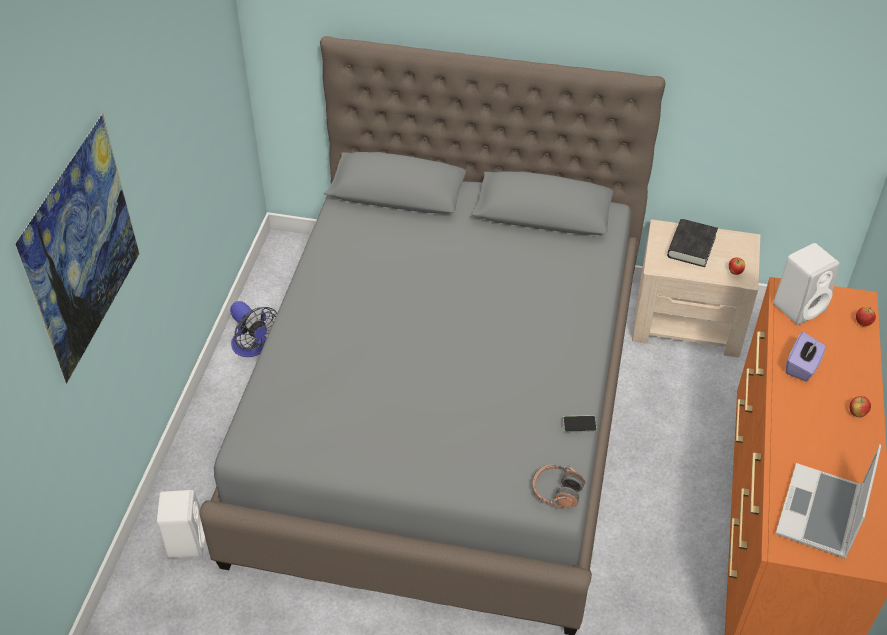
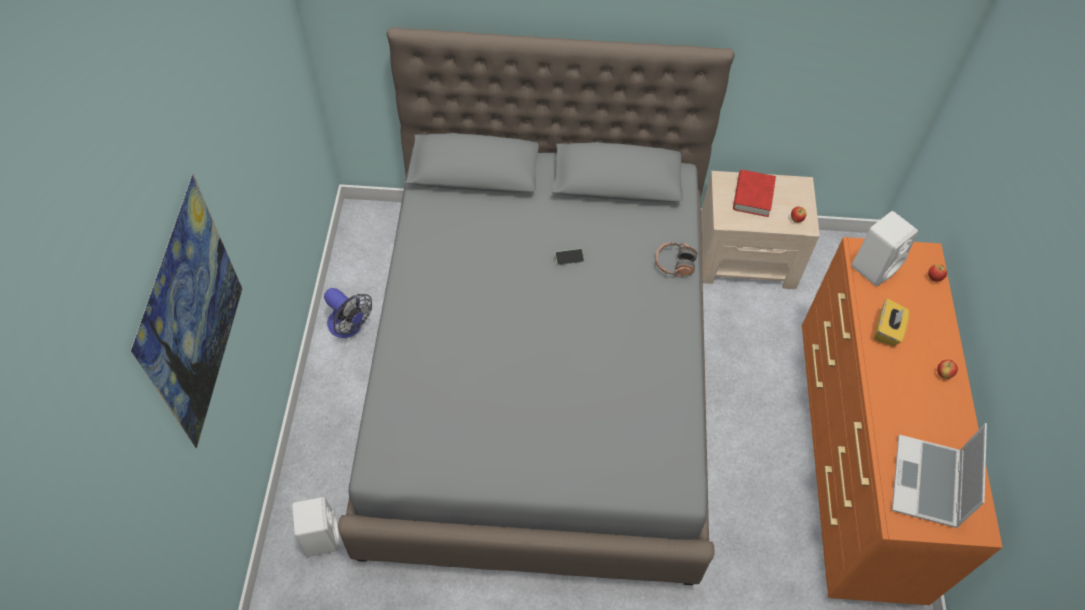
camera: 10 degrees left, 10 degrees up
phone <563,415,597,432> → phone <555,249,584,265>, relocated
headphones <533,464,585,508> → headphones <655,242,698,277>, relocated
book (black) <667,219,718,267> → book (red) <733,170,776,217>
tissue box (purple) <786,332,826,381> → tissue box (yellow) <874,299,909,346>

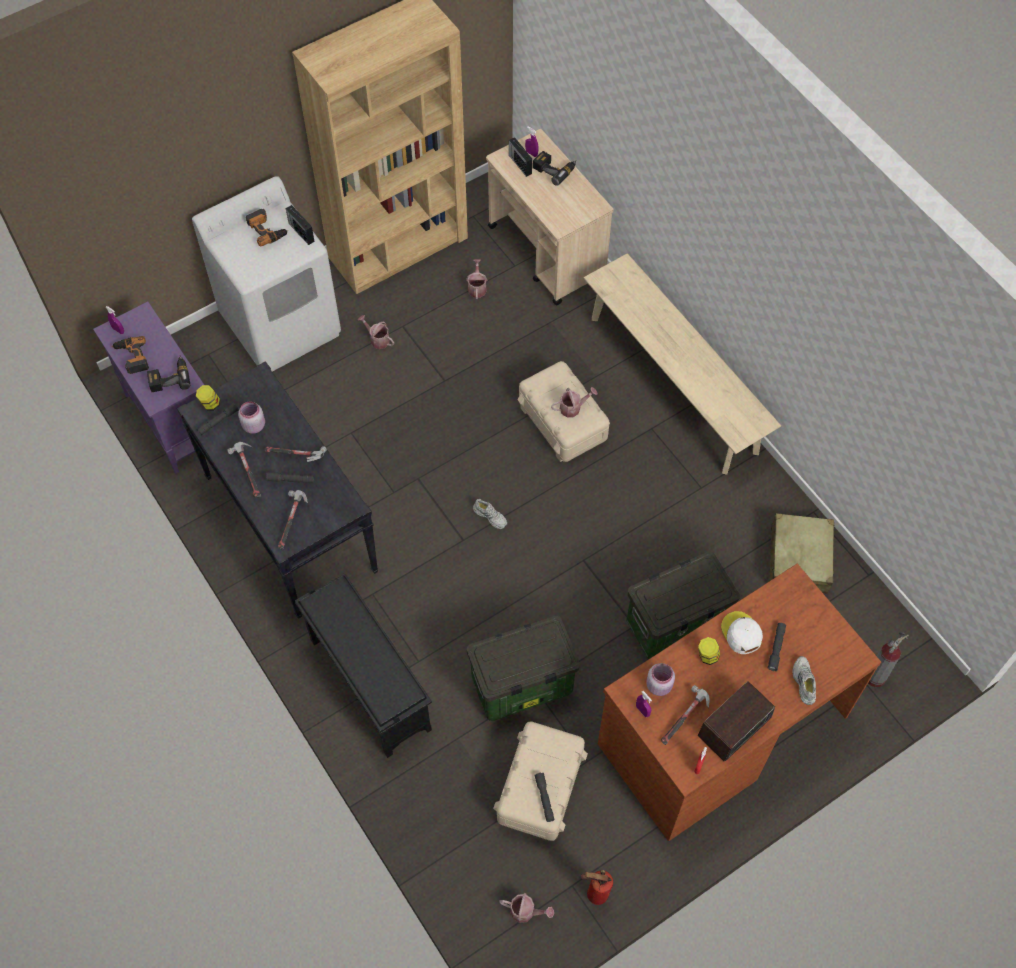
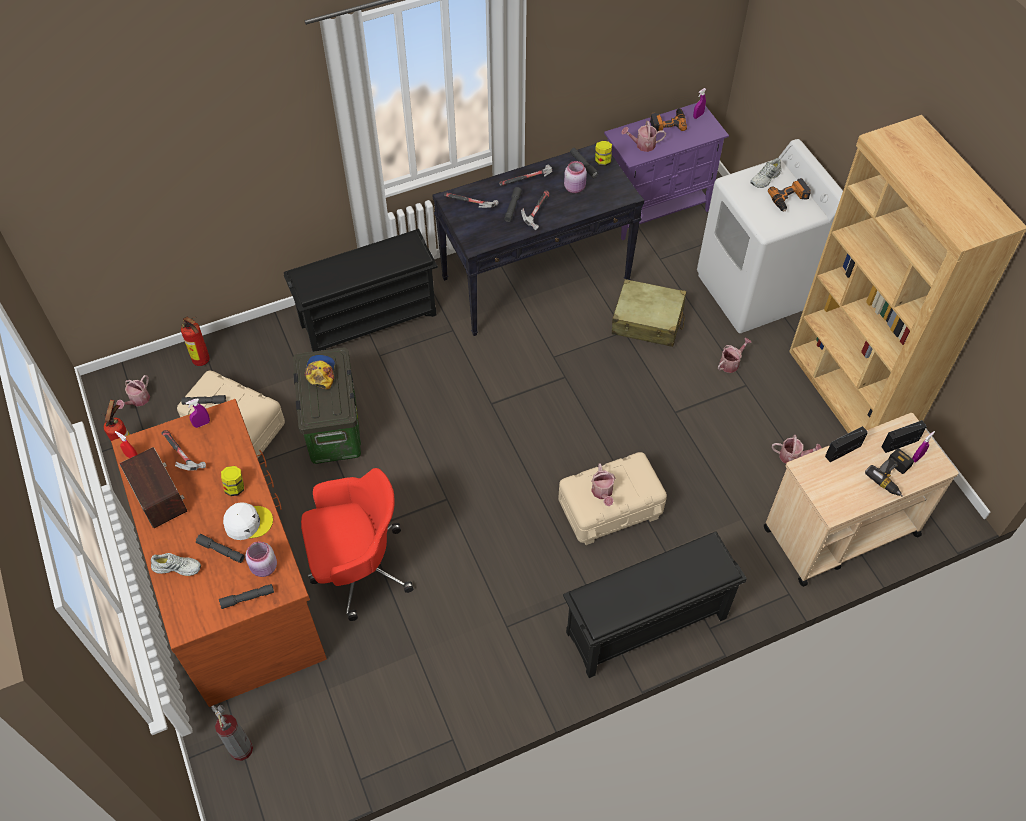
camera: 100 degrees right, 5 degrees down
- → fire extinguisher <181,317,210,366>
- → flashlight (grey) <219,584,274,609>
jar (pink) <646,663,675,696> → jar (pink) <245,541,277,577>, relocated
storage box <627,551,740,659> → office chair (red) <301,468,413,621>
- → cap <305,355,335,389>
bench (beige) <584,253,781,475> → shoe rack (black) <563,531,747,678>
suitcase (beige) <770,513,835,594> → suitcase (beige) <612,279,686,347>, relocated
power drill <147,355,190,392> → watering can <621,121,666,152>
shoe (white) <473,499,507,529> → shoe (white) <750,158,782,188>, relocated
radio <286,205,315,245> → radio <825,426,868,462>, relocated

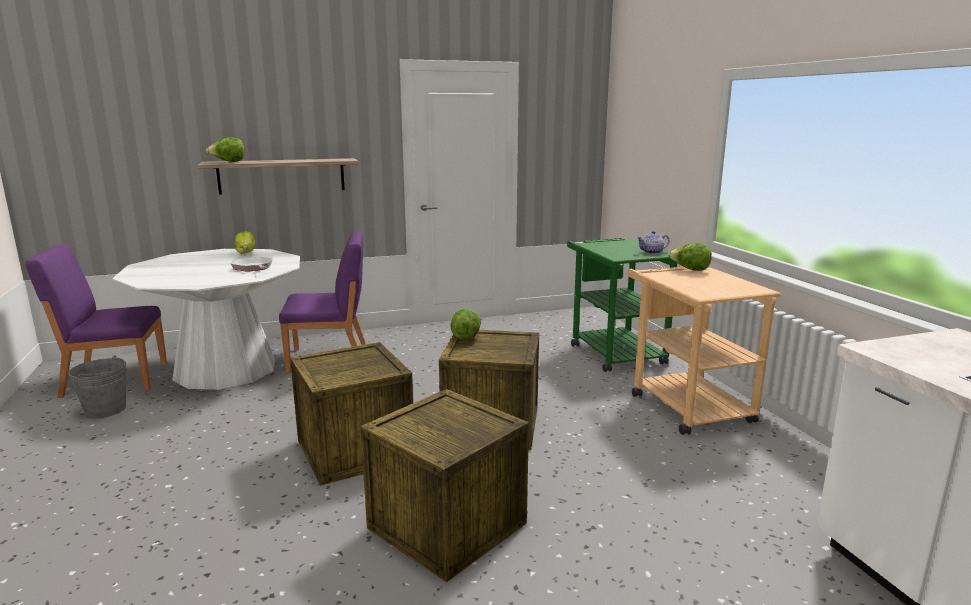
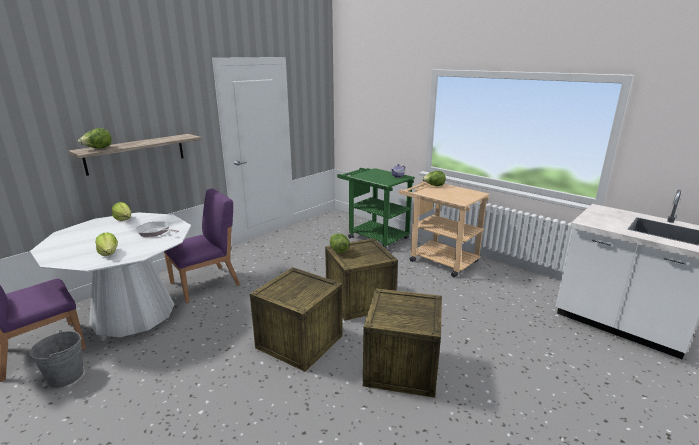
camera: 30 degrees left, 5 degrees up
- → lettuce <96,233,118,256>

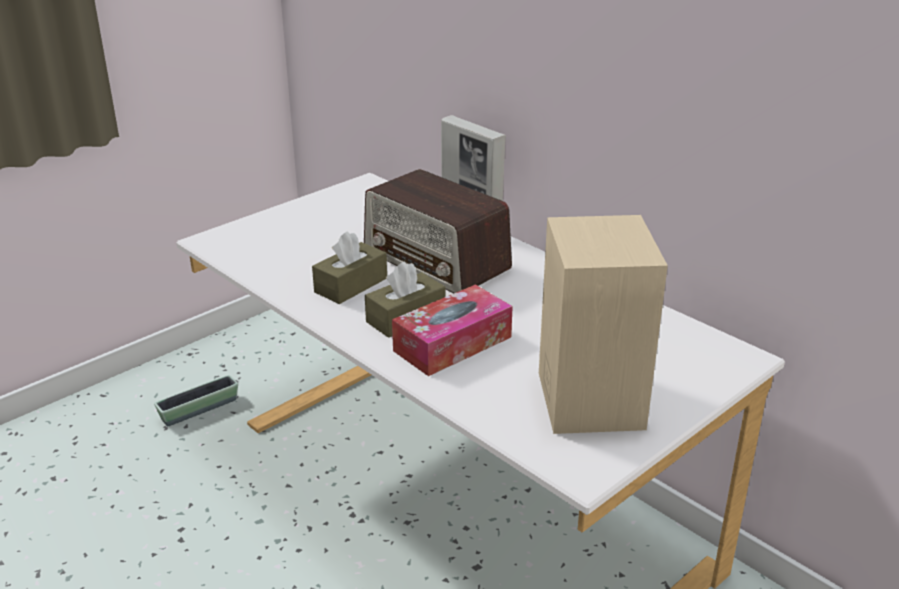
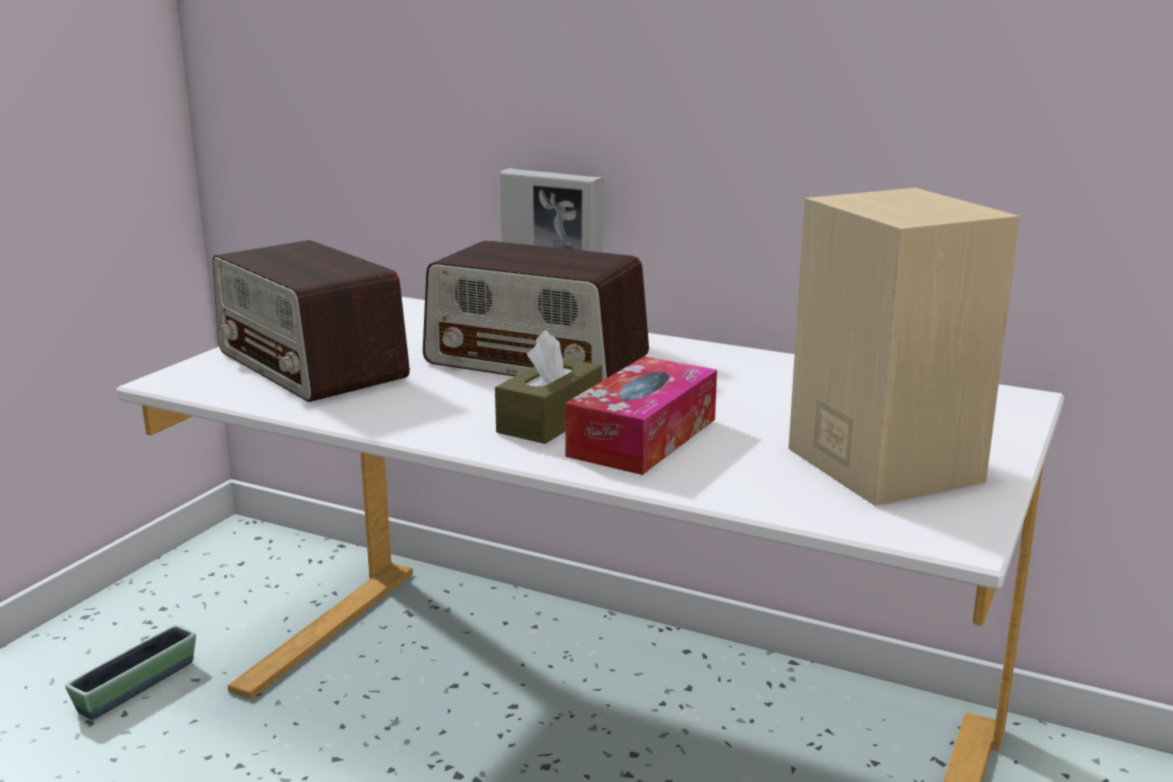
camera: 20 degrees left, 10 degrees down
- → radio <213,240,410,402>
tissue box (brown) <312,231,387,304> → -

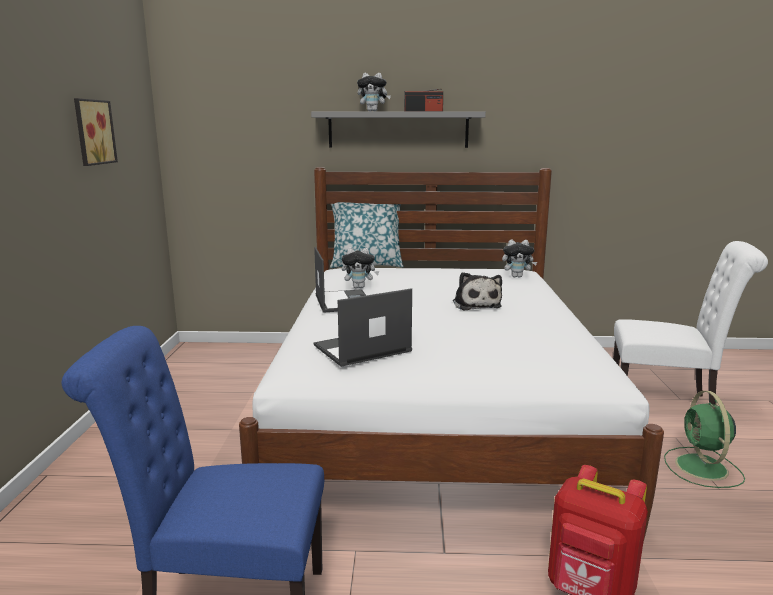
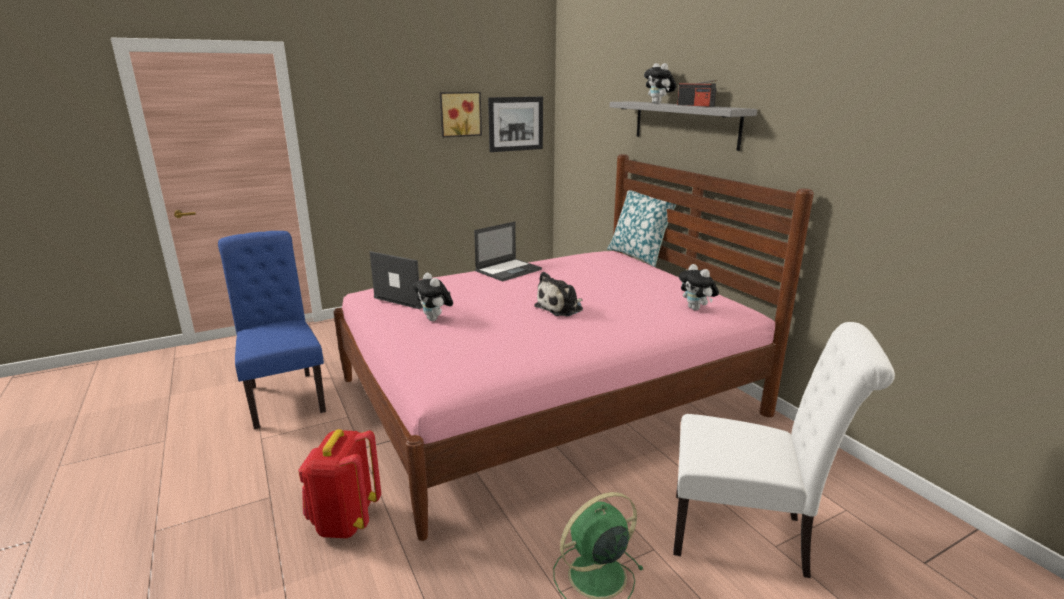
camera: 60 degrees right, 5 degrees up
bed (white) <239,167,664,542> → bed (pink) <334,154,814,541>
plush toy <342,247,379,288> → plush toy <413,273,453,321>, relocated
- → picture <488,97,543,152>
chair (white) <613,241,768,405> → chair (white) <673,322,895,578>, 60 degrees counterclockwise

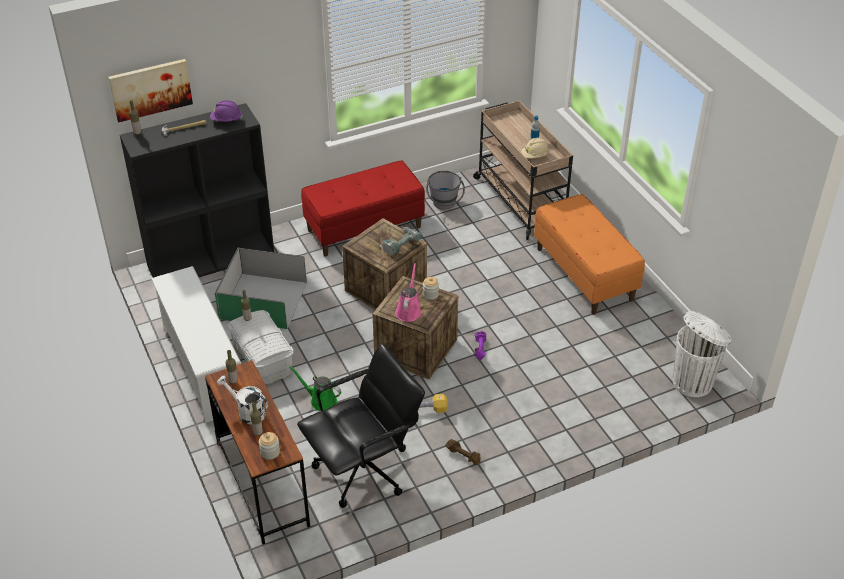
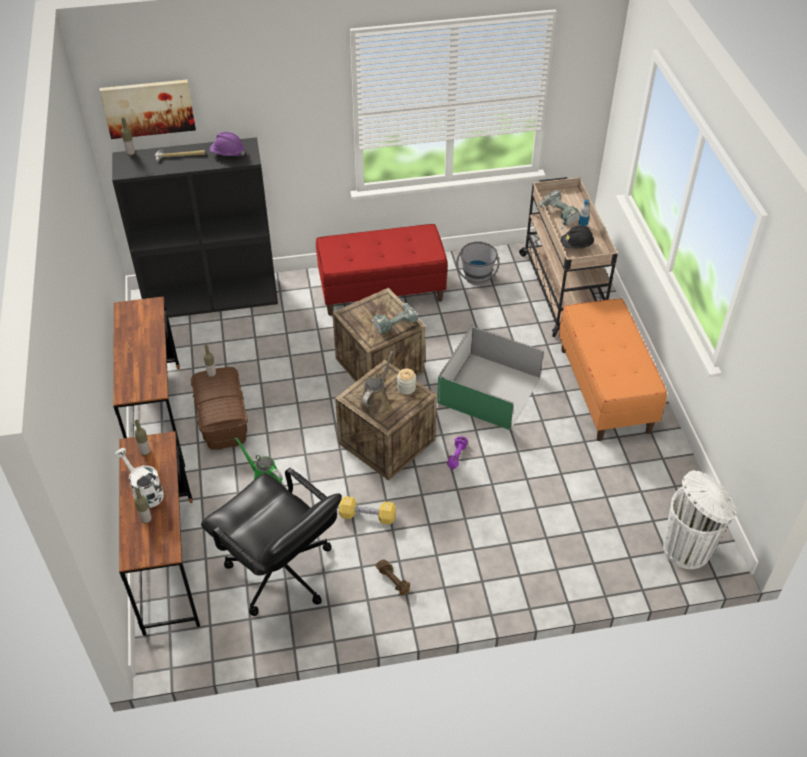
camera: 15 degrees right, 5 degrees up
shoe rack (white) <151,266,241,423> → desk (brown) <113,296,185,467>
storage box (white) <228,310,293,384> → storage box (brown) <191,367,248,450>
office chair (black) <297,343,425,508> → office chair (black) <201,468,342,616>, 60 degrees clockwise
watering can (pink) <395,263,422,322> → watering can (brown) <359,351,393,416>
storage box (green) <215,247,307,329> → storage box (green) <437,325,544,430>, relocated
- → power drill <535,190,579,229>
hard hat (beige) <521,137,550,159> → hard hat (black) <561,226,594,249>
jar <259,432,280,460> → -

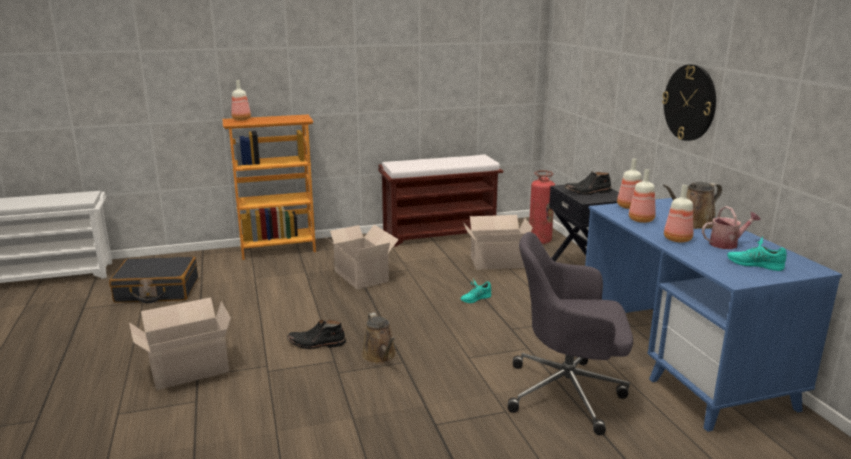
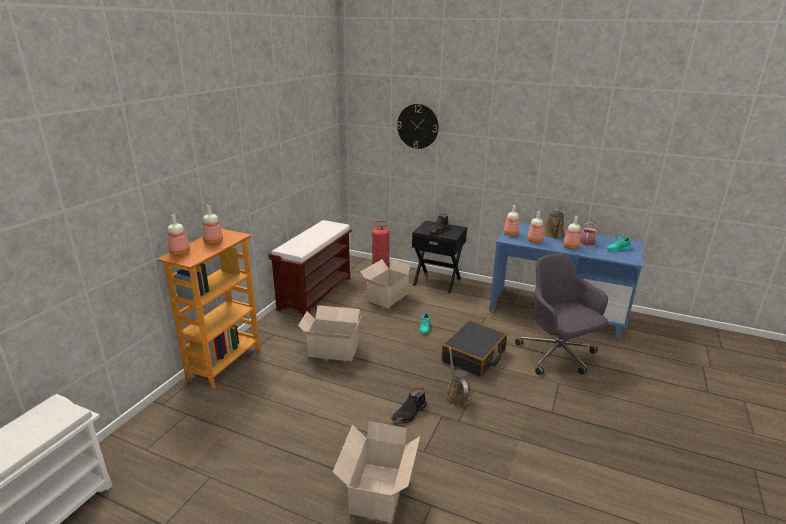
camera: 50 degrees left, 5 degrees up
- → bottle <203,205,223,245>
wall clock <662,64,716,141> → wall clock <397,104,439,149>, relocated
suitcase (black) <109,256,198,303> → suitcase (black) <442,321,507,377>, relocated
watering can (brown) <362,312,397,364> → watering can (brown) <445,347,472,407>, 120 degrees counterclockwise
office chair (grey) <508,232,633,435> → office chair (grey) <515,253,608,375>, 105 degrees clockwise

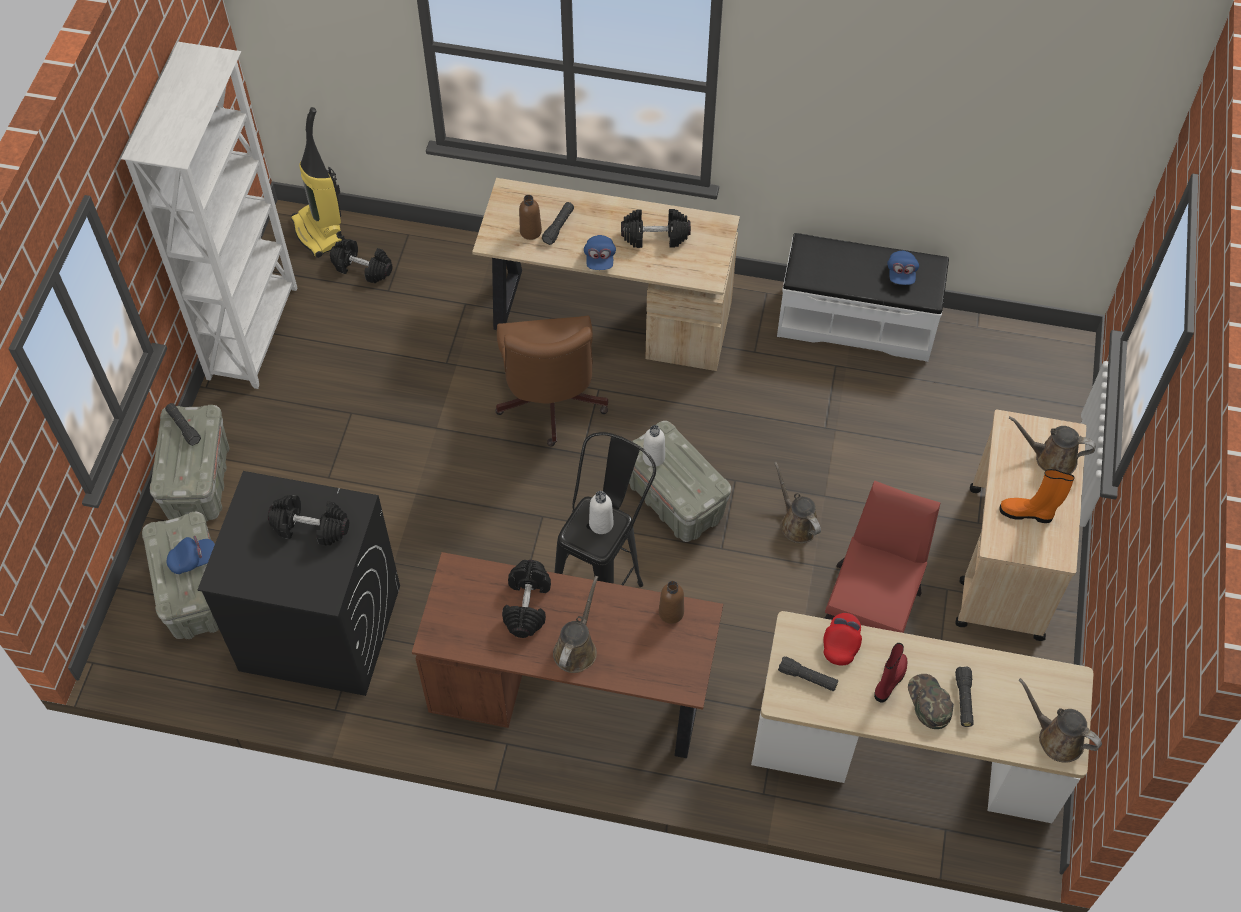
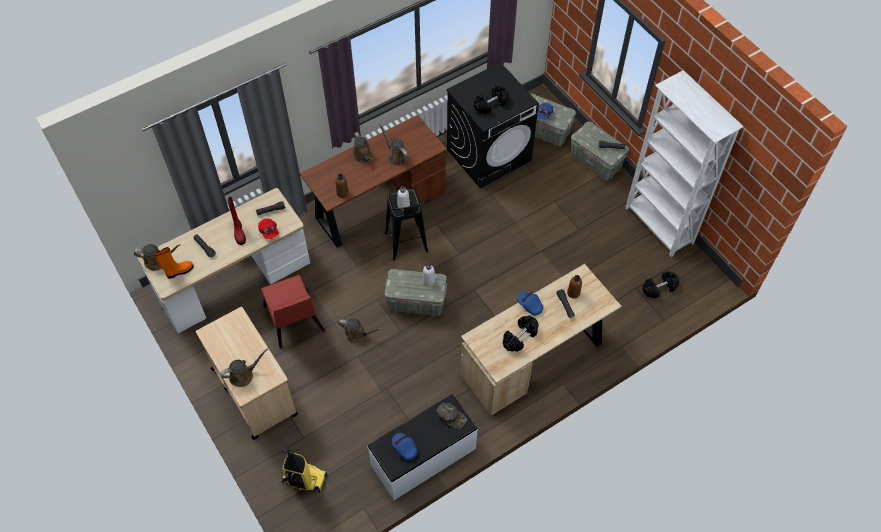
camera: 135 degrees right, 0 degrees up
boot (orange) <999,469,1074,523> → boot (orange) <155,247,194,279>, relocated
vacuum cleaner <291,107,345,258> → vacuum cleaner <282,449,327,493>, relocated
dumbbell (black) <502,560,551,638> → watering can (brown) <379,123,408,166>
cap (green) <908,674,954,729> → cap (green) <436,403,467,429>, relocated
office chair (brown) <495,315,608,447> → -

